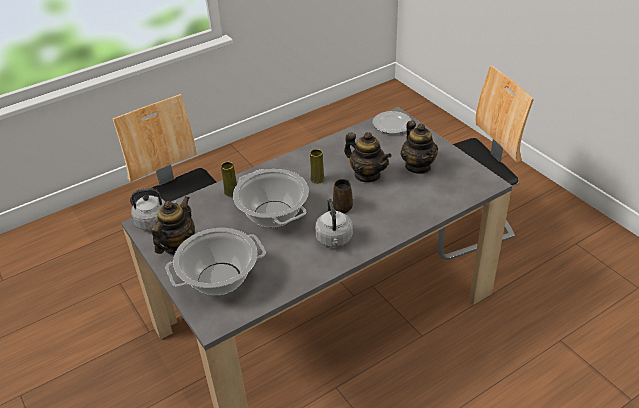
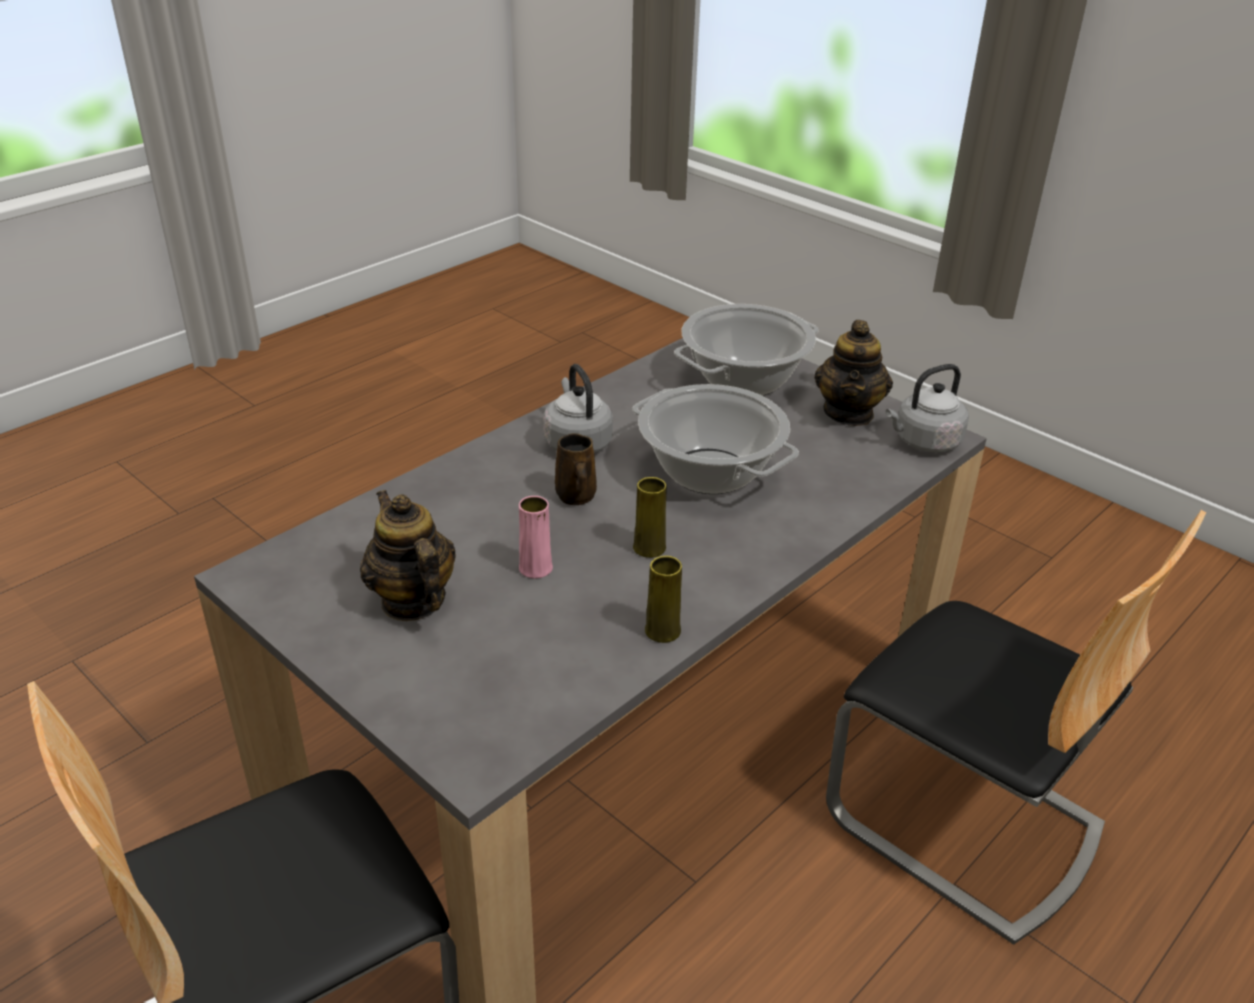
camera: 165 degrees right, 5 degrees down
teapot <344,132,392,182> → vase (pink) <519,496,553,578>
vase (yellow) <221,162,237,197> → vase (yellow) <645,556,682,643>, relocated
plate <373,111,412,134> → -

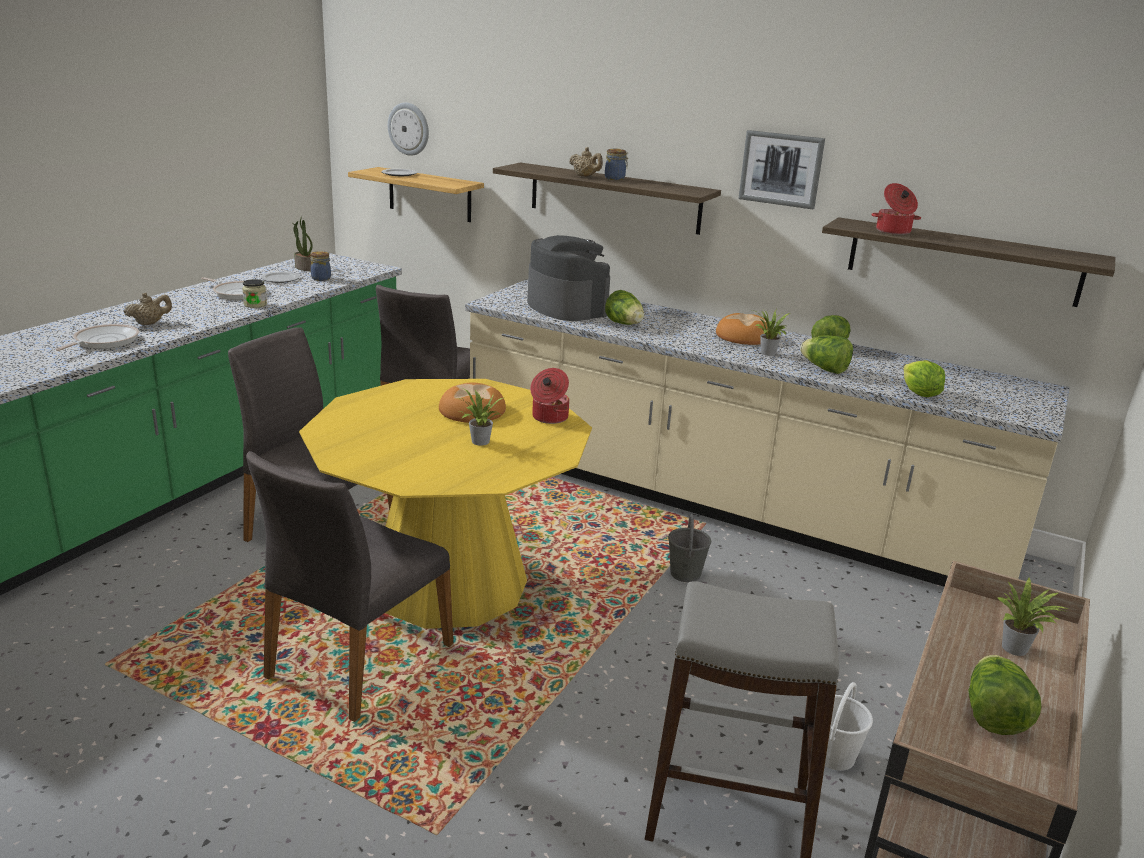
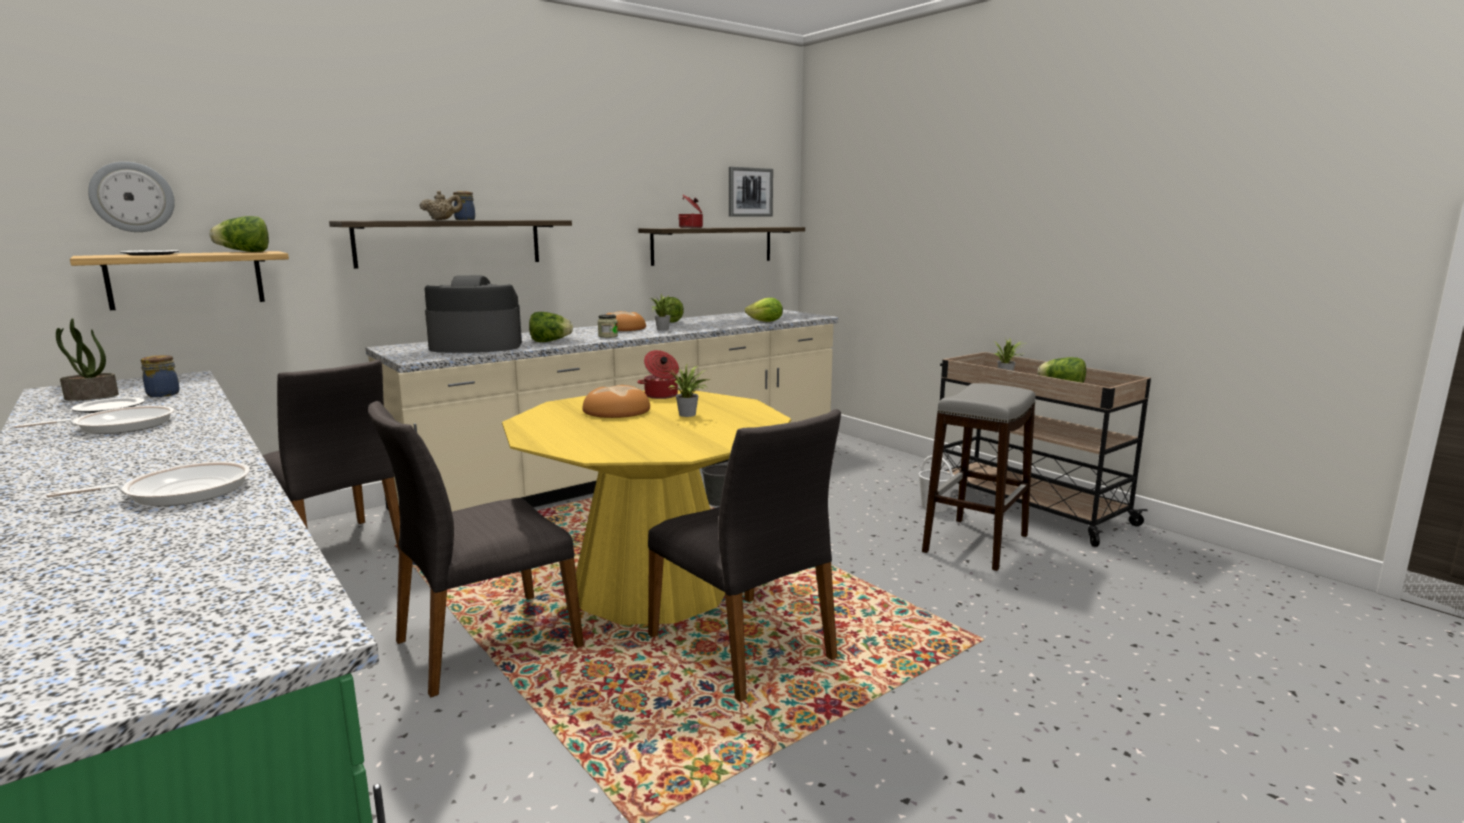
camera: 65 degrees left, 10 degrees down
frying pan <55,324,139,351> → frying pan <46,462,250,506>, 105 degrees clockwise
lettuce <800,336,853,374> → lettuce <210,216,269,252>, relocated
jar <242,279,267,308> → jar <598,314,618,338>, relocated
picture <738,130,825,209> → picture <729,167,773,217>, relocated
teapot (beige) <124,292,172,325> → -

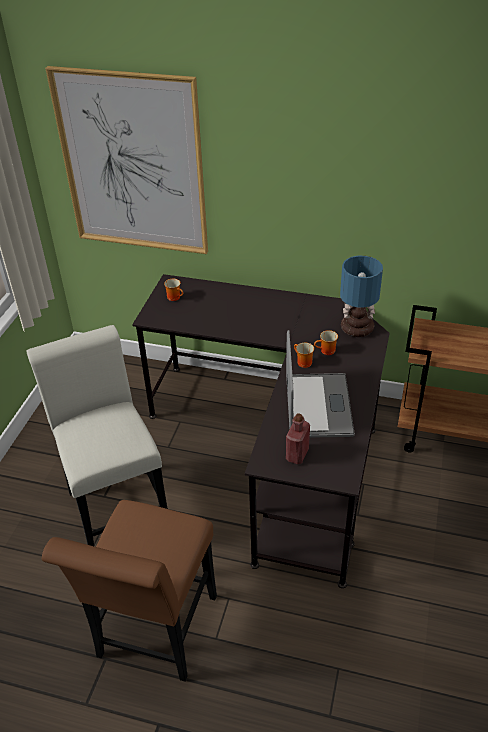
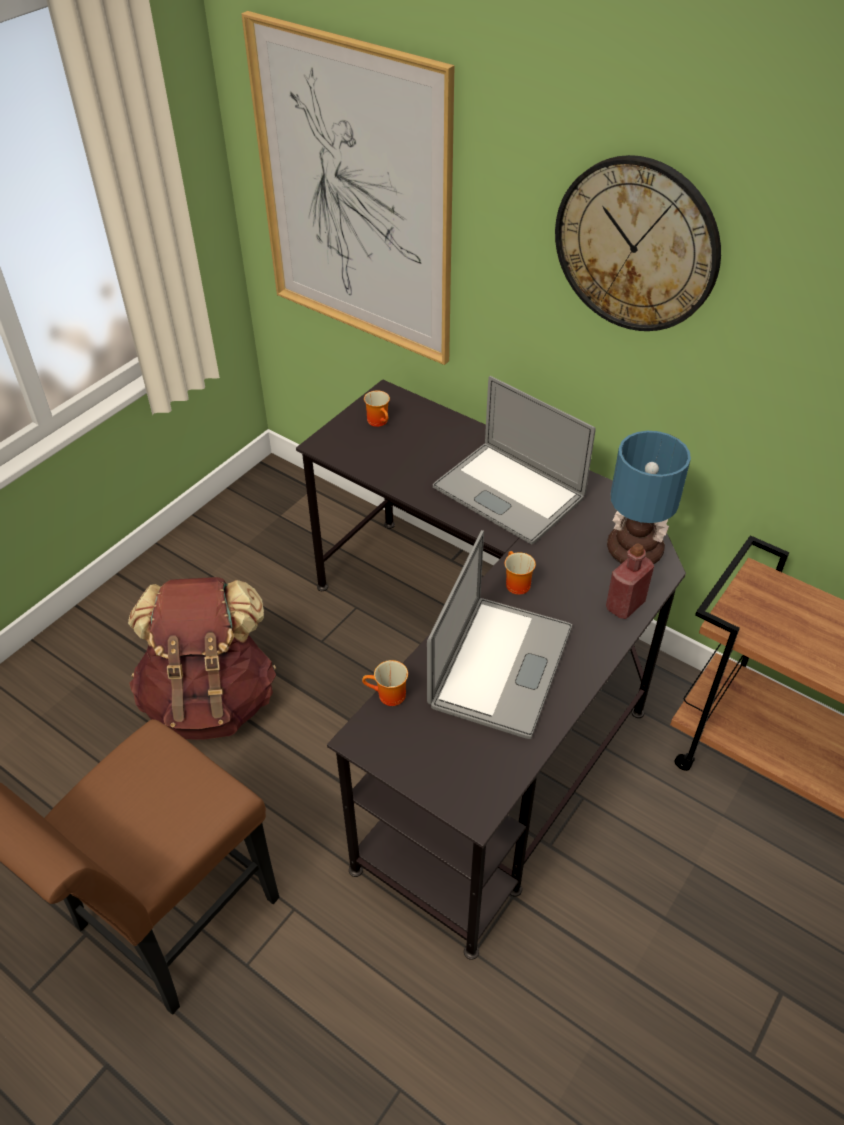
camera: 20 degrees right, 5 degrees up
chair (white) <27,325,168,546> → backpack (brown) <128,577,276,740>
mug <314,330,338,355> → mug <362,660,408,706>, relocated
- → laptop <433,376,596,545>
- → wall clock <555,155,721,331>
bottle (red) <286,413,310,464> → bottle (red) <606,543,654,619>, relocated

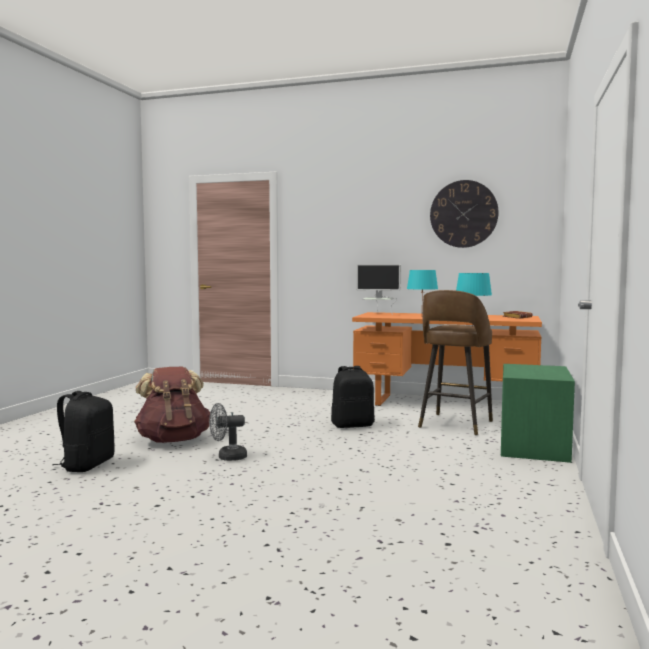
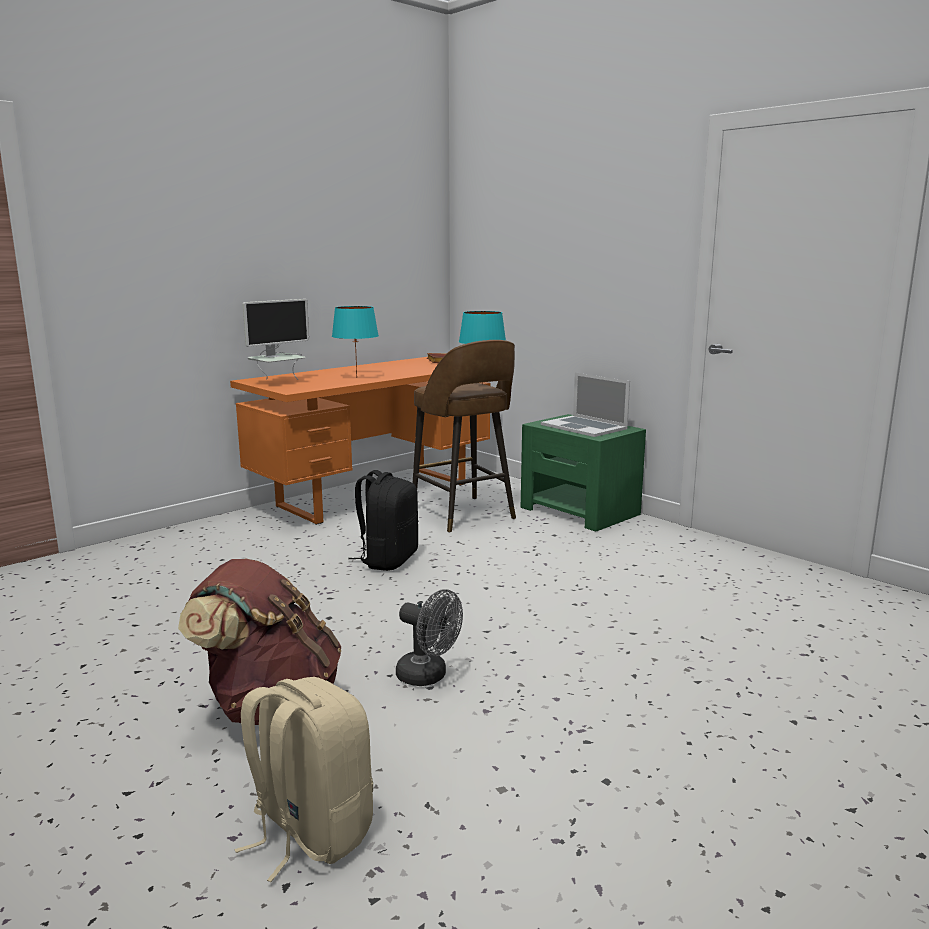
camera: 60 degrees left, 10 degrees up
backpack (black) <52,391,115,472> → backpack (beige) <235,677,373,882>
fan (grey) <209,403,247,461> → fan (grey) <396,589,463,686>, 75 degrees counterclockwise
- → laptop <541,373,630,437>
wall clock <430,180,498,248> → -

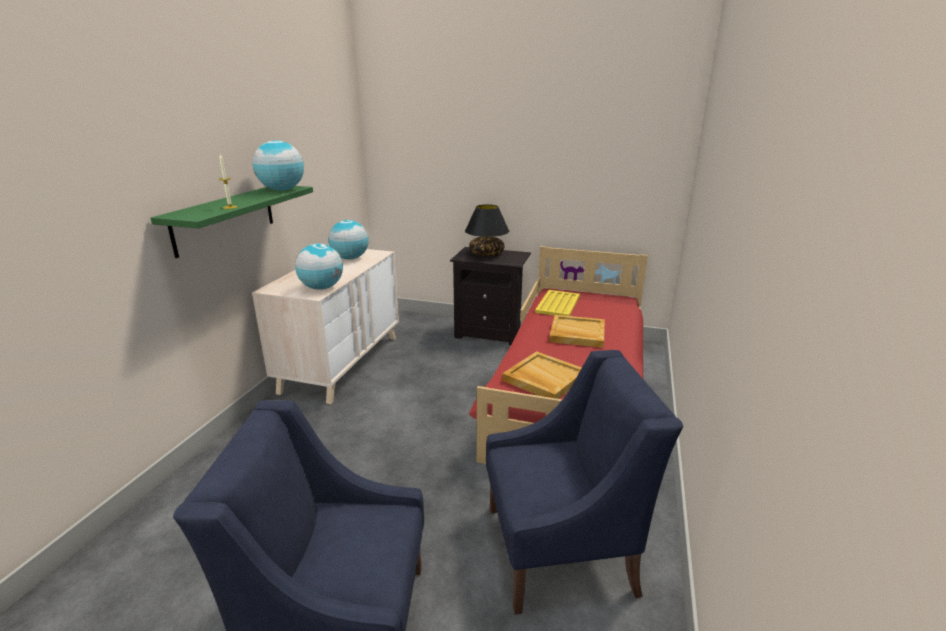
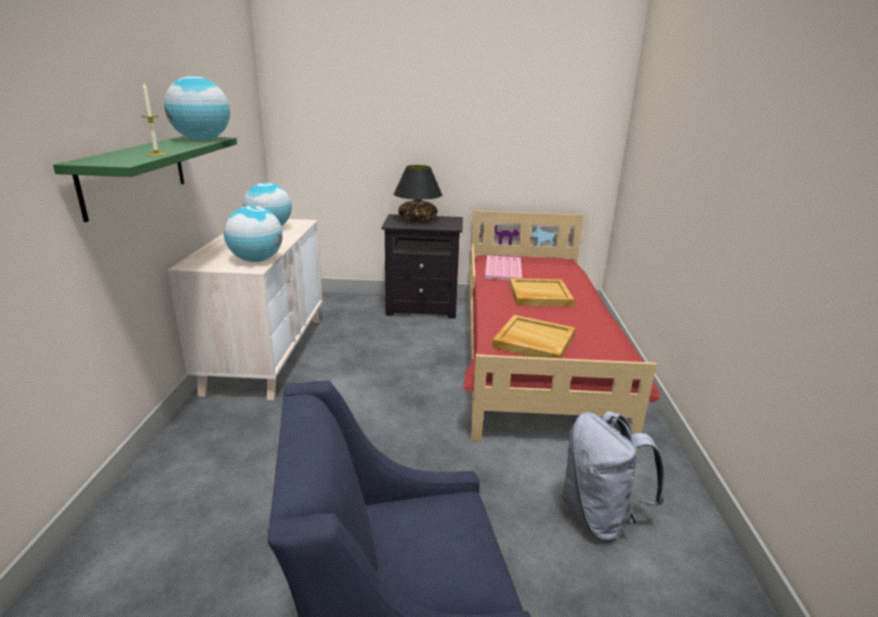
camera: 15 degrees left, 0 degrees up
tray (yellow) <535,290,580,316> → tray (pink) <485,255,522,280>
armchair (blue) <486,350,683,614> → backpack (grey) <562,411,665,541>

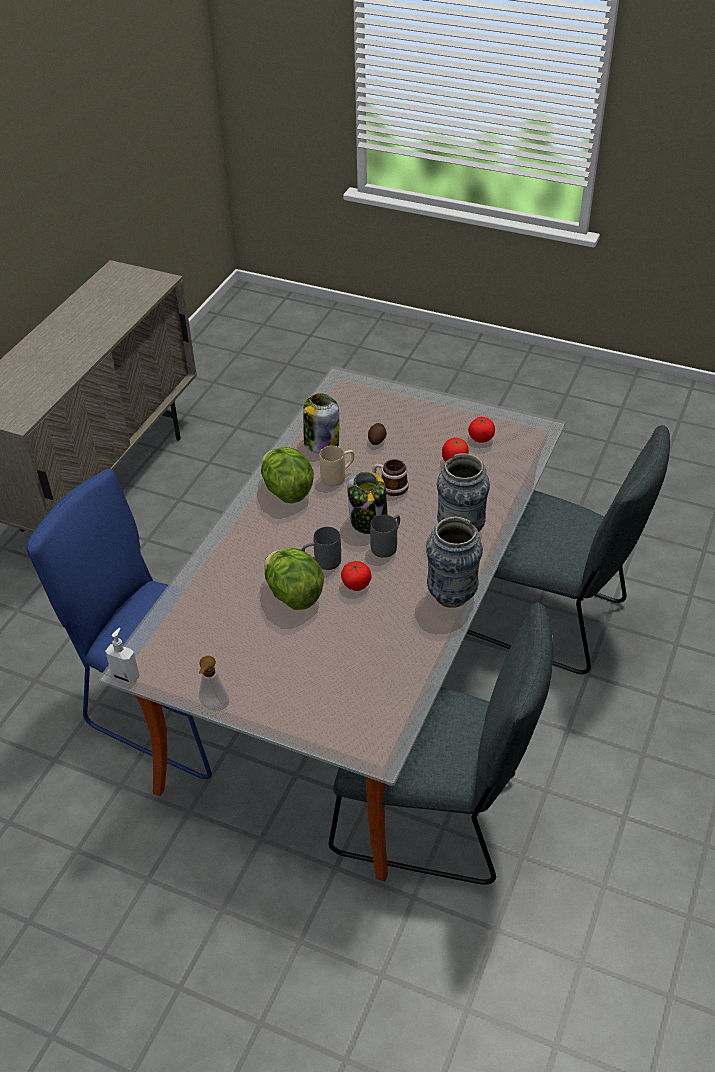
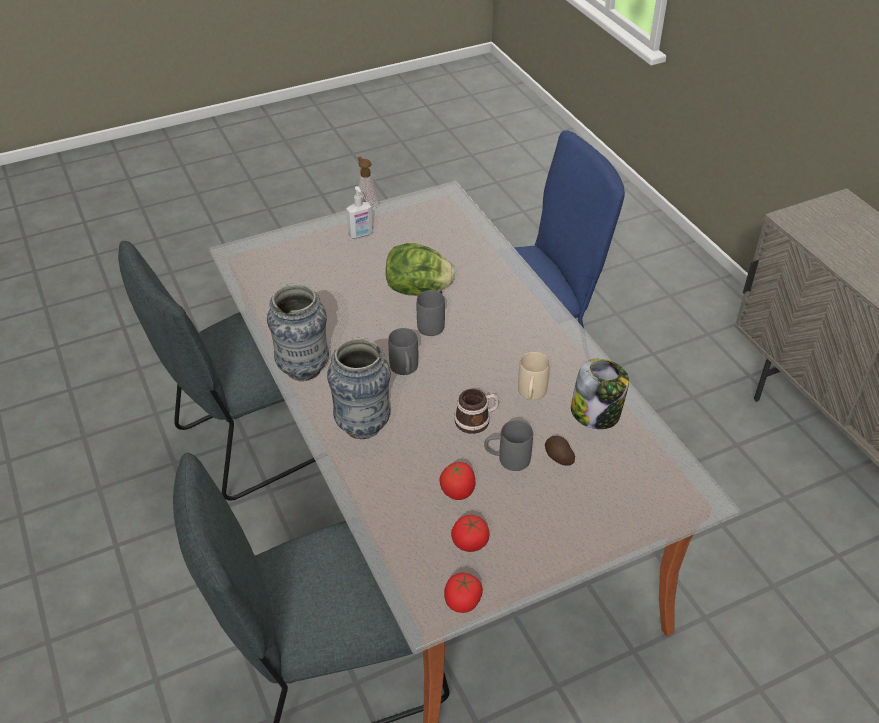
camera: 130 degrees right, 0 degrees up
soap dispenser <105,628,140,683> → soap dispenser <346,186,373,238>, relocated
tomato <341,561,372,591> → tomato <444,573,483,613>, relocated
- → mug (grey) <484,420,533,471>
lettuce <261,447,314,503> → -
jar <347,471,388,534> → -

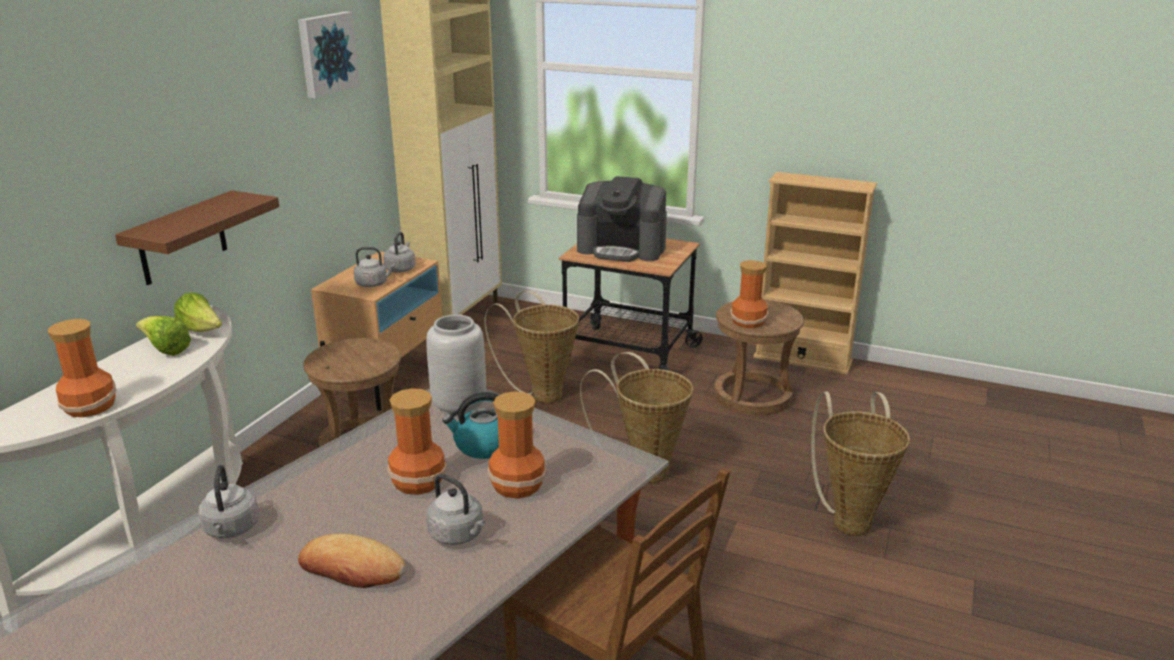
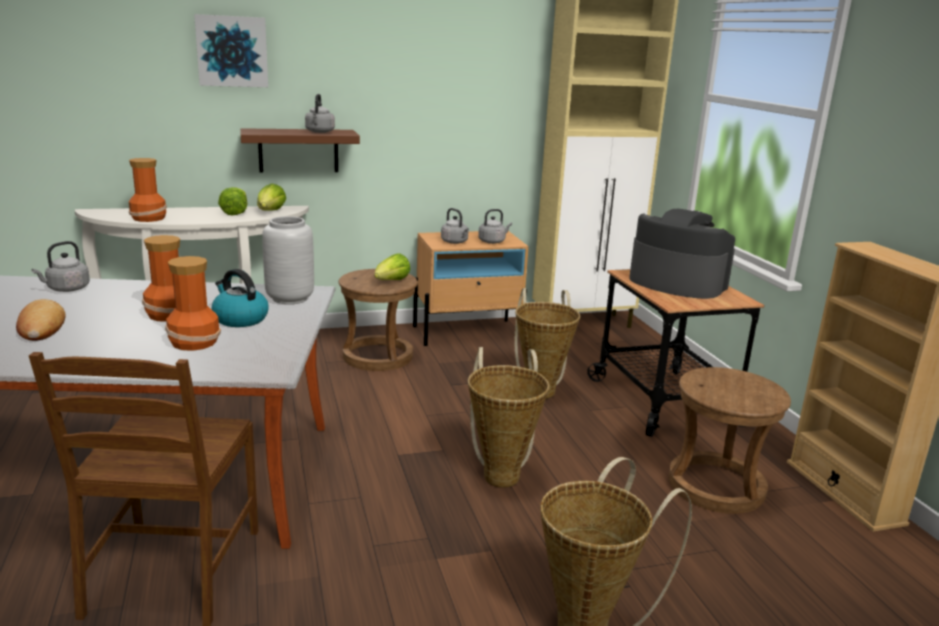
camera: 50 degrees right, 5 degrees down
picture <298,11,360,98> → picture <194,14,268,87>, relocated
kettle (grey) <427,474,485,545> → kettle (grey) <305,94,335,133>, relocated
- → lettuce <374,254,411,280>
coffee machine <577,176,667,262> → coffee machine <629,209,735,299>, 150 degrees clockwise
vase <730,260,768,328> → -

